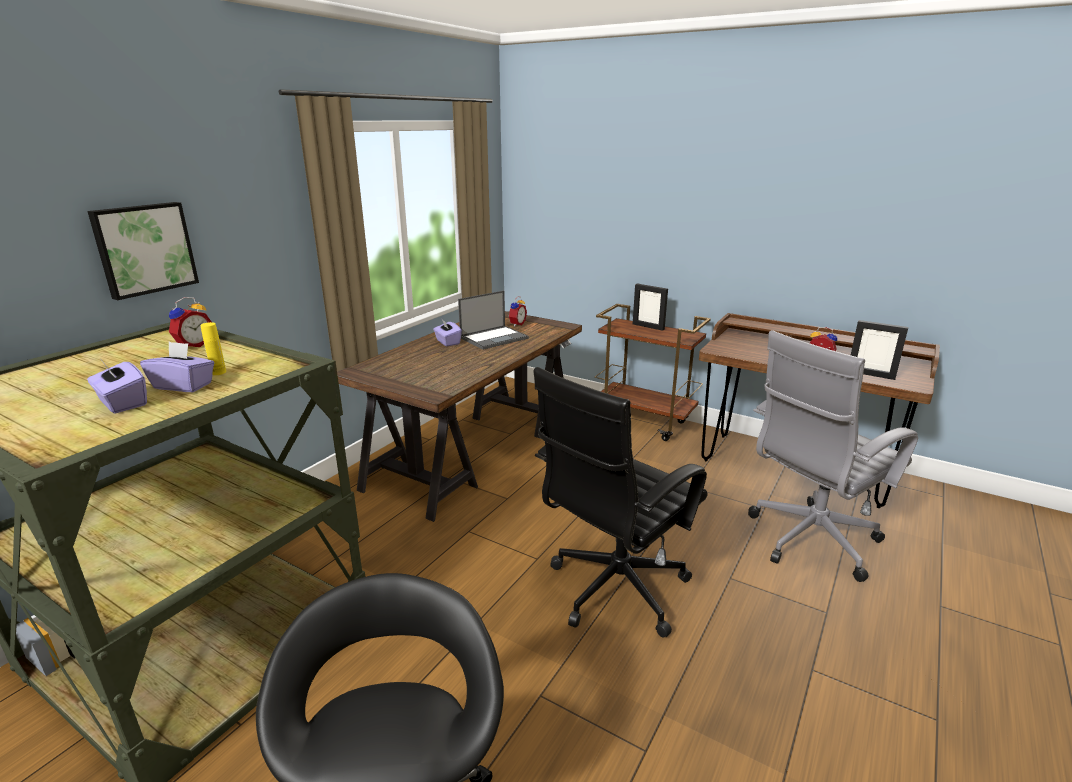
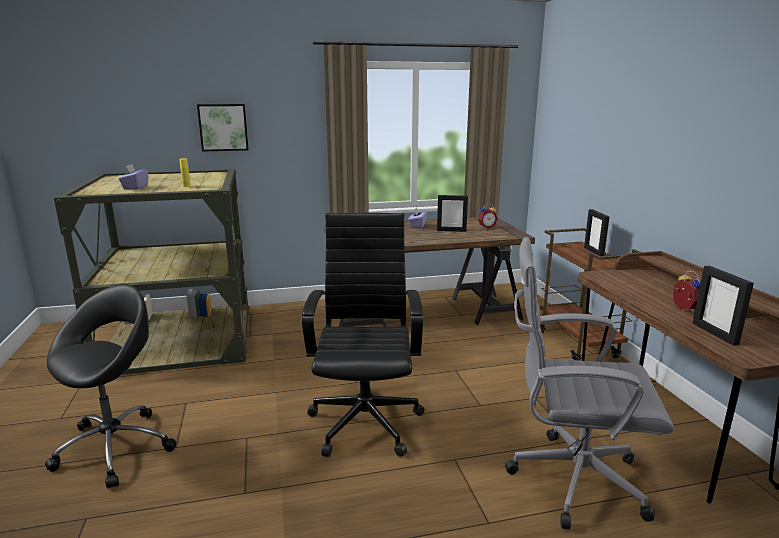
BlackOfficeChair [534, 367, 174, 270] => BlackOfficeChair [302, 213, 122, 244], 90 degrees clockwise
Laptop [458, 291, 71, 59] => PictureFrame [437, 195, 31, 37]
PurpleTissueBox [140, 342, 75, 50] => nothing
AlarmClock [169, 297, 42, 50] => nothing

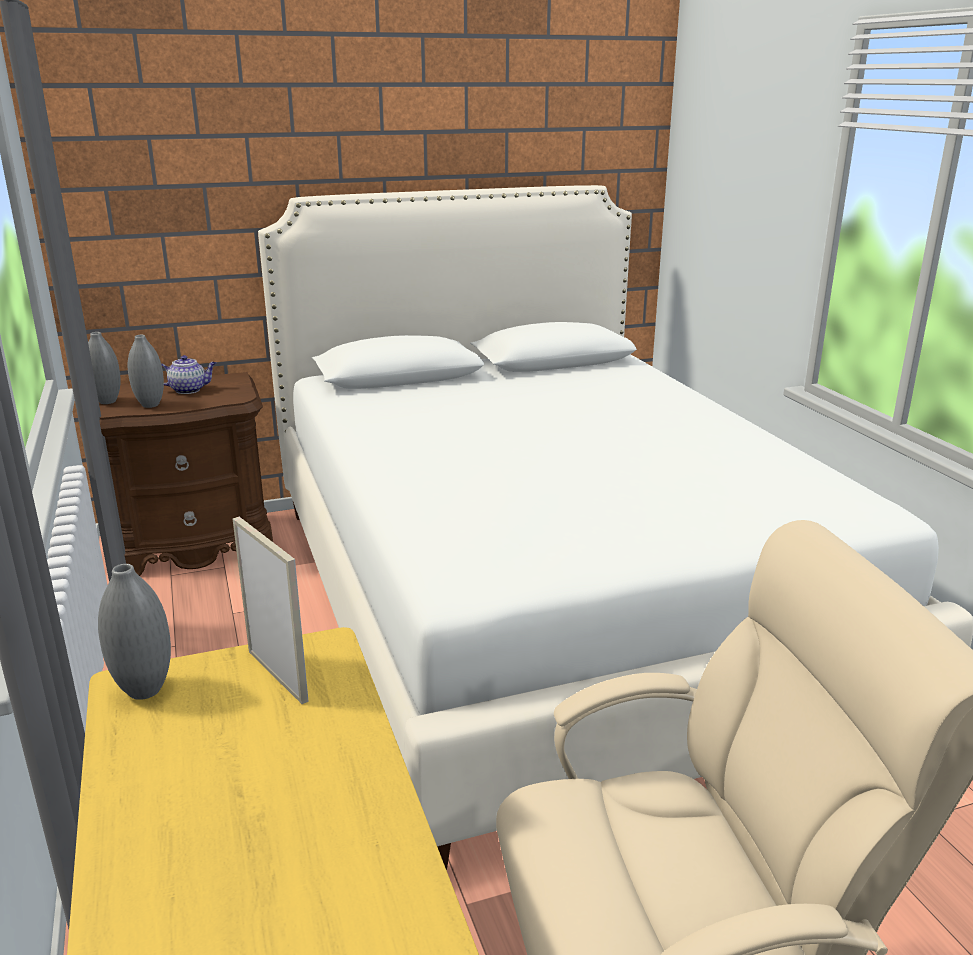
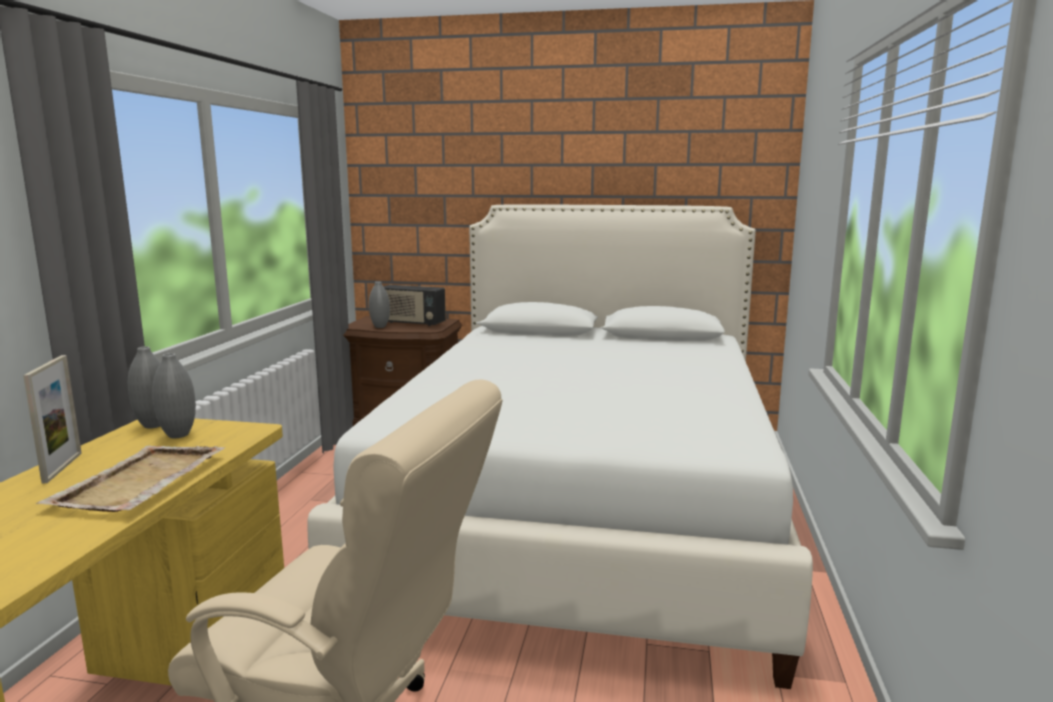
PictureFrame [233, 517, 76, 187] => PictureFrame [23, 355, 59, 129], move
nothing => BeigeTray [36, 446, 189, 66]
GreyVase [88, 332, 33, 72] => GreyVase [152, 353, 44, 85], move
Teapot [161, 355, 55, 39] => Radio [383, 285, 63, 41]

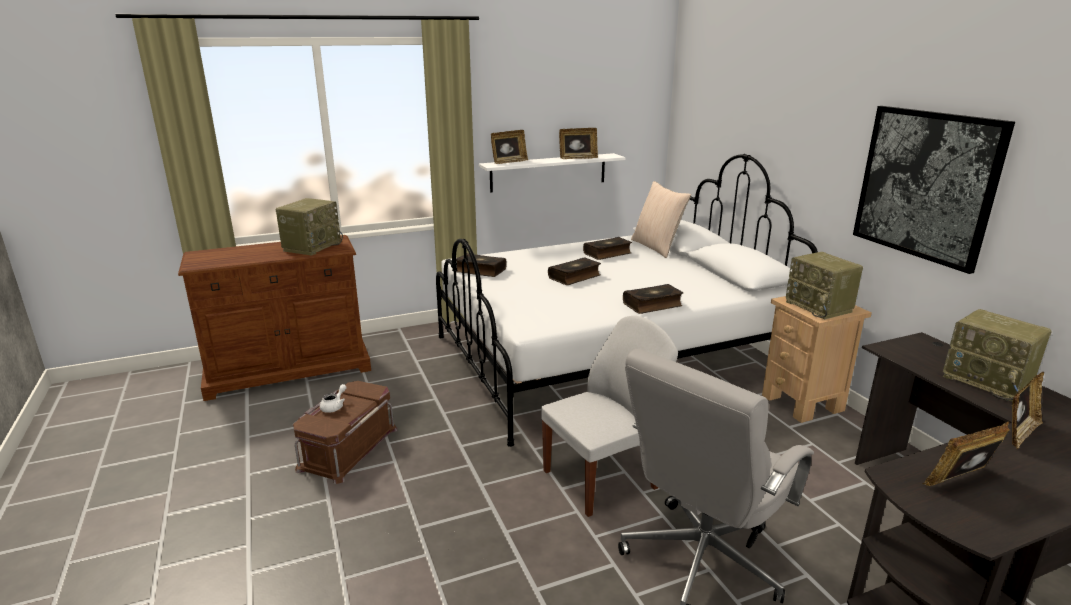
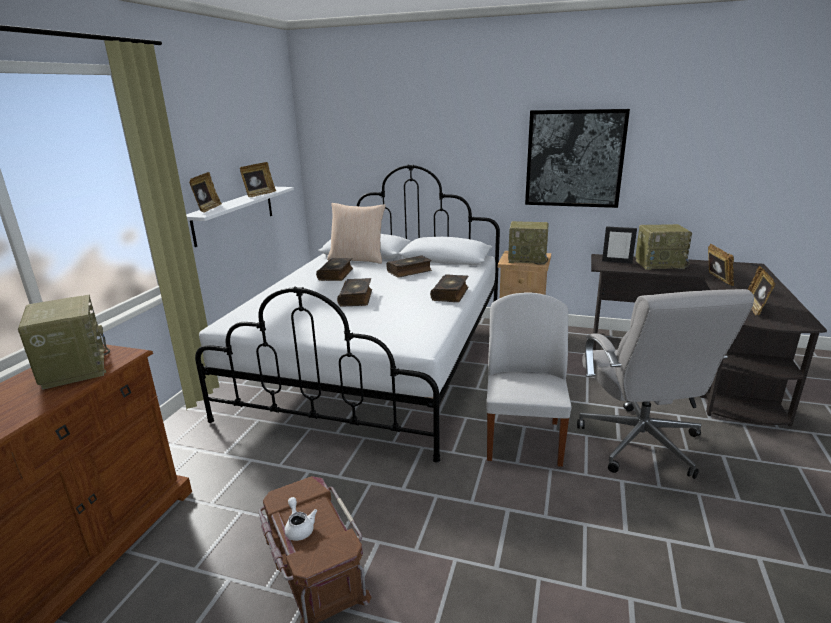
Book [456, 253, 51, 24] => Book [386, 255, 46, 23], move
nothing => PictureFrame [602, 226, 35, 37]

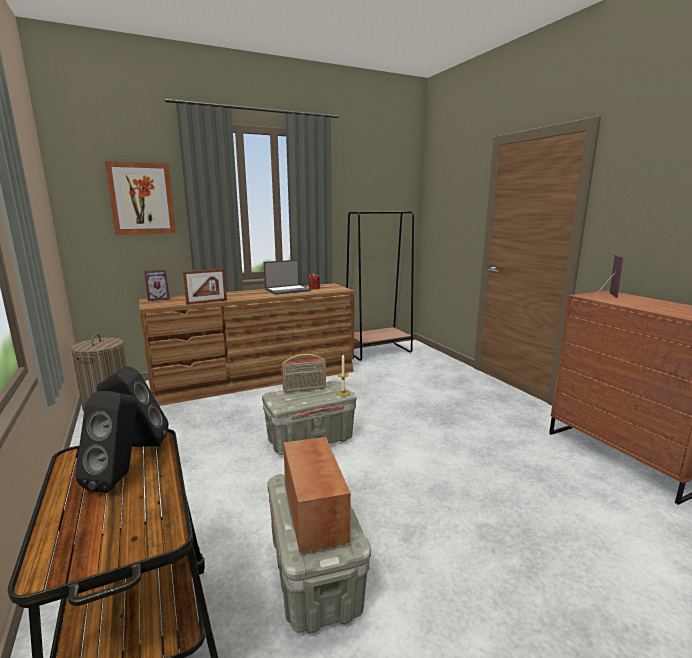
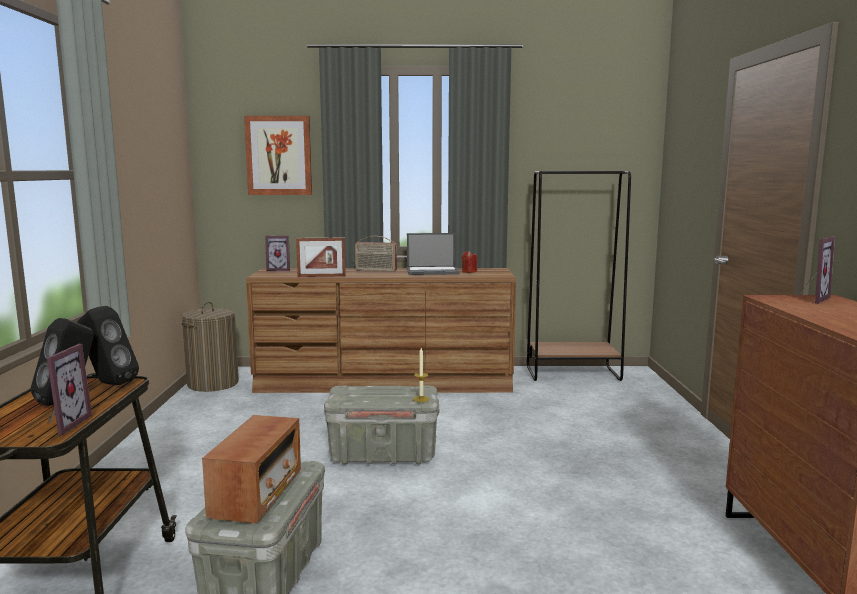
nothing => PictureFrame [47, 344, 45, 91]
Radio [281, 354, 45, 38] => Radio [355, 236, 42, 36], move

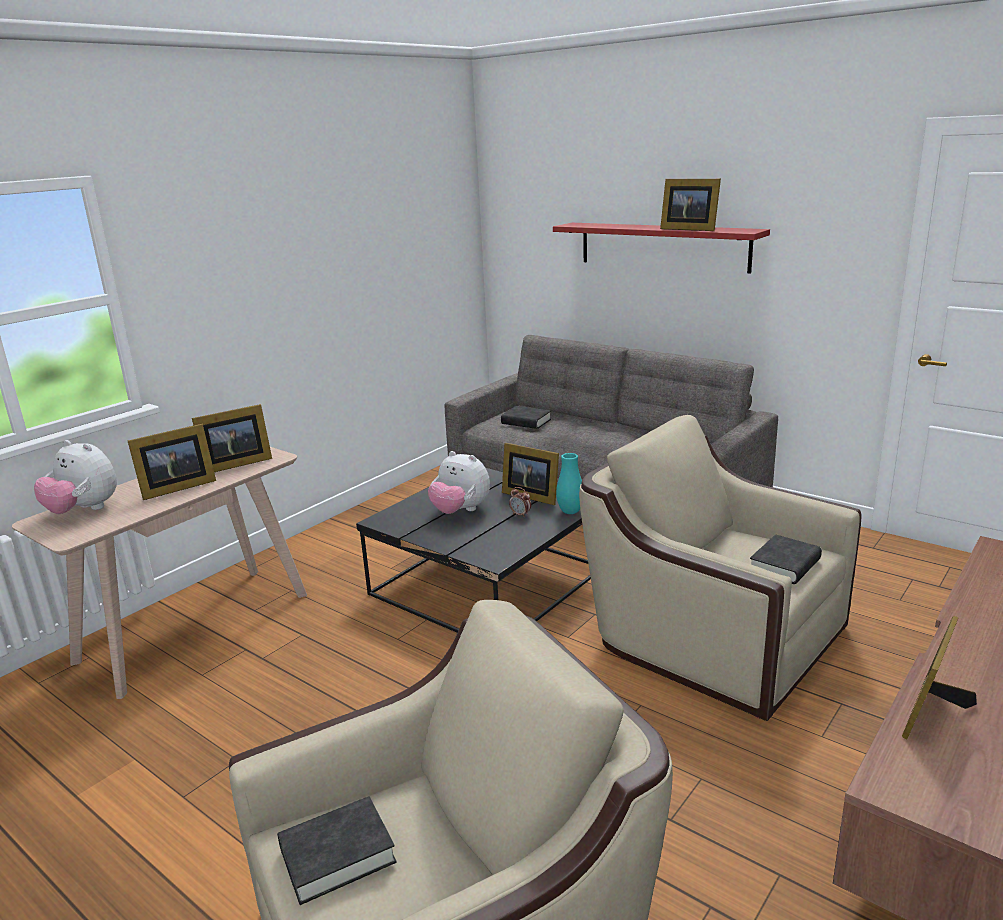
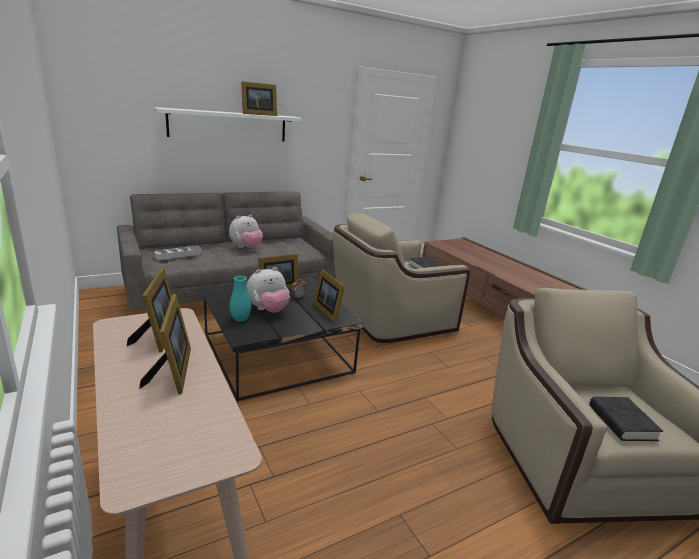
RedShelf [553, 223, 217, 50] => WhiteShelf [154, 107, 148, 34]
BlackBook [501, 406, 50, 23] => GreyTray [154, 246, 47, 14]
PlushToy [34, 440, 83, 74] => PlushToy [229, 214, 34, 34], move
TurquoiseVase [556, 453, 26, 61] => TurquoiseVase [229, 276, 22, 46], move
PictureFrame [902, 616, 75, 123] => PictureFrame [313, 270, 32, 53], move

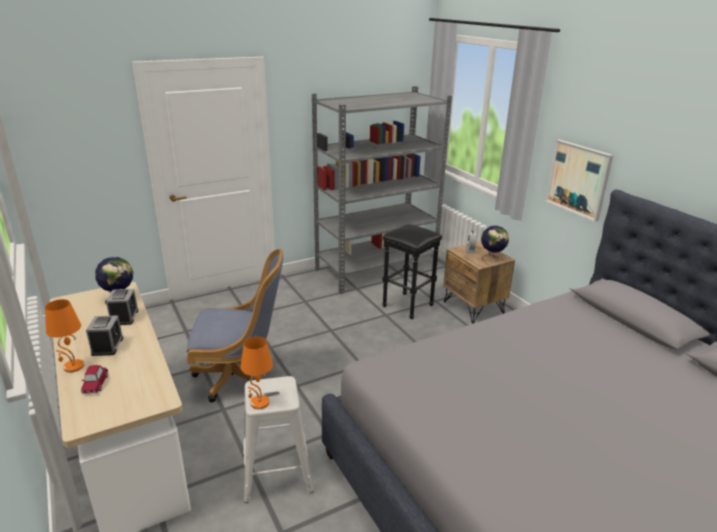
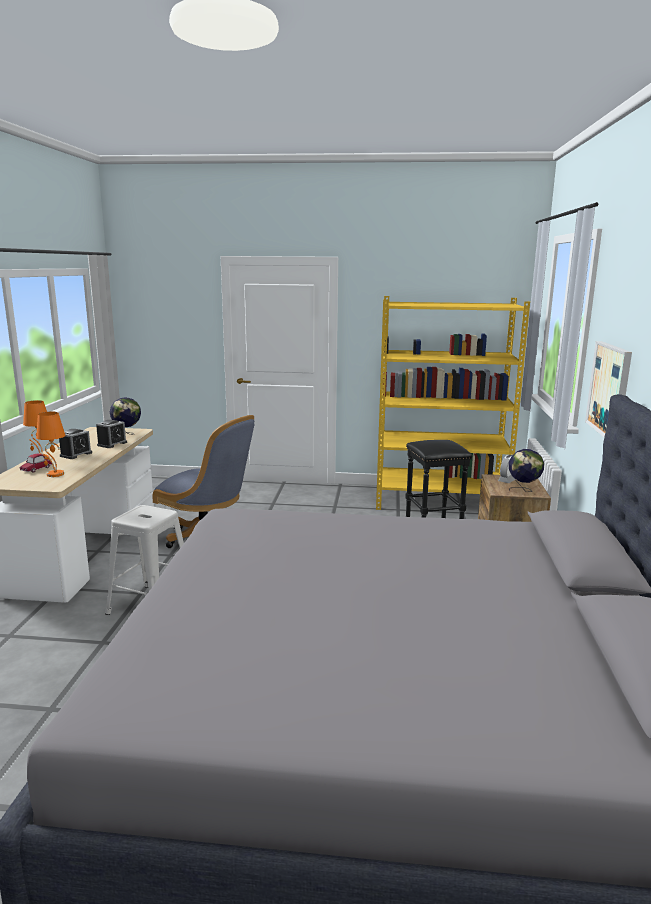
OrangeTableLamp [241, 336, 32, 73] => OrangeTableLamp [36, 412, 29, 65], move
GreyBookcase [312, 86, 140, 208] => YellowBookcase [376, 296, 154, 214]

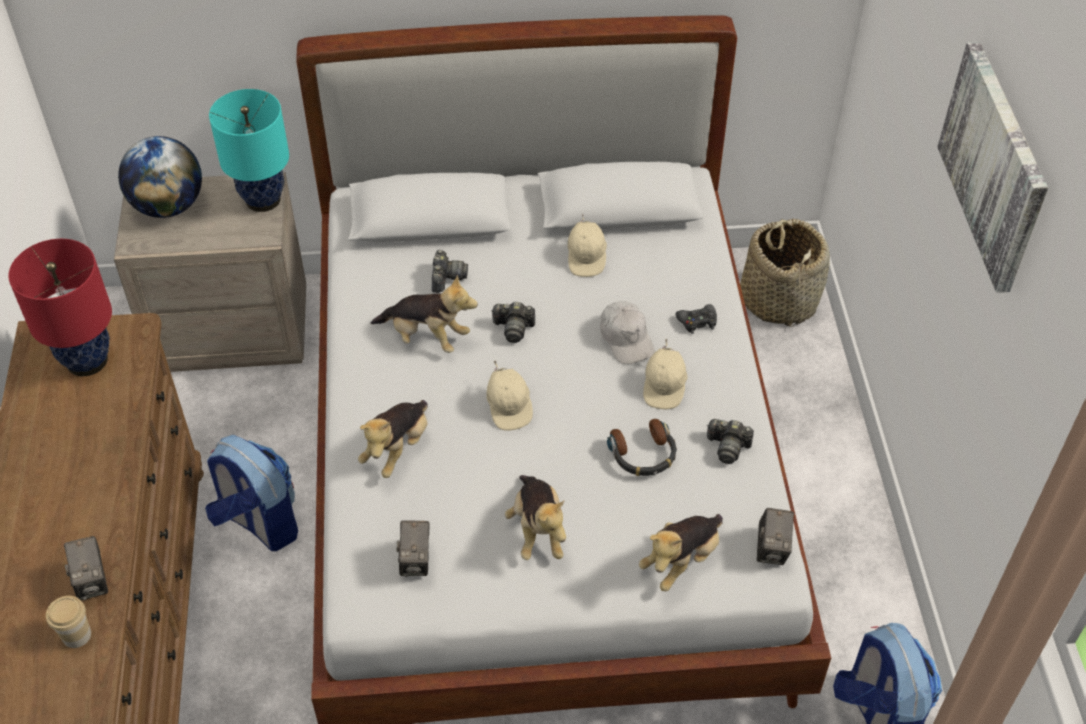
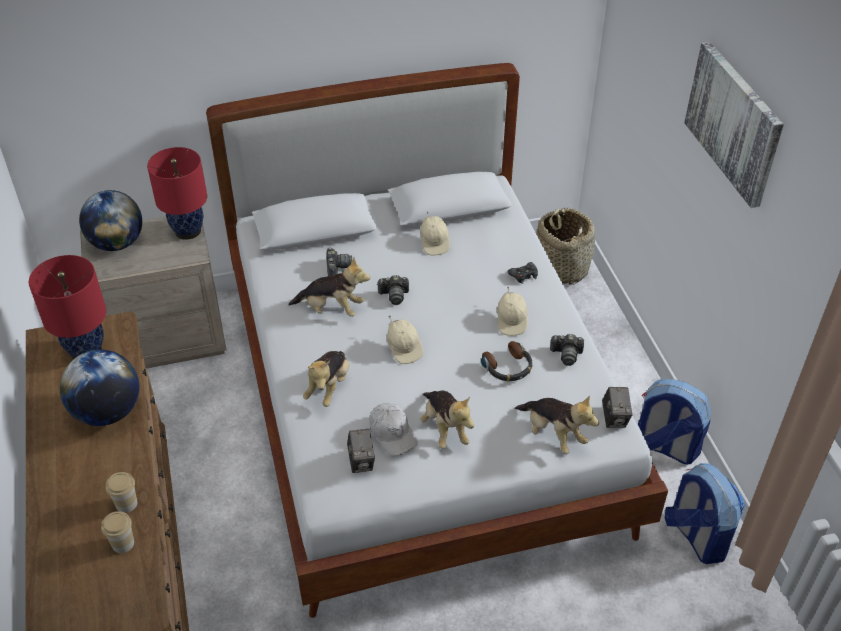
nothing => Globe [60, 349, 79, 77]
PhotoCamera [64, 536, 44, 64] => Cup [105, 472, 32, 41]
TurquoiseTableLamp [209, 89, 80, 123] => RedTableLamp [147, 147, 60, 93]
WhiteCap [600, 301, 55, 63] => WhiteCap [369, 403, 49, 53], move
PlushToy [639, 514, 84, 77] => PlushToy [515, 395, 84, 59], 75 degrees counterclockwise
Backpack [205, 435, 93, 116] => Backpack [638, 379, 73, 85], move

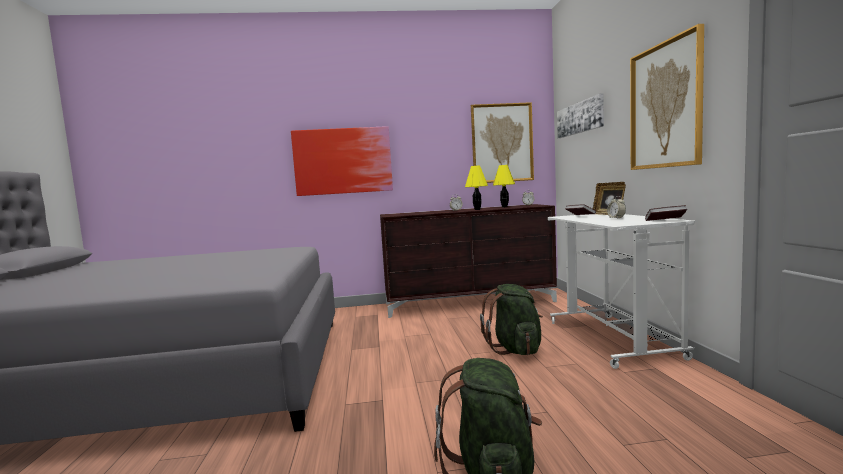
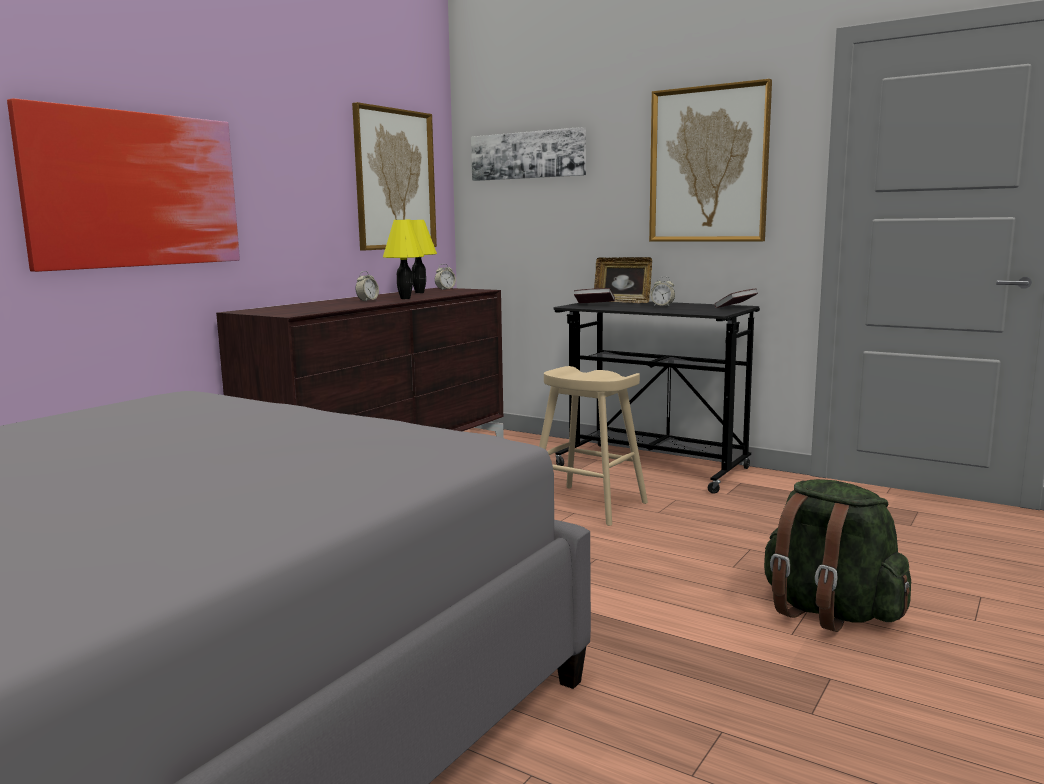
GreenBackpack [480, 284, 63, 71] => BeigeStool [539, 366, 109, 160]
WhiteDesk [548, 214, 147, 155] => BlackDesk [554, 301, 206, 193]

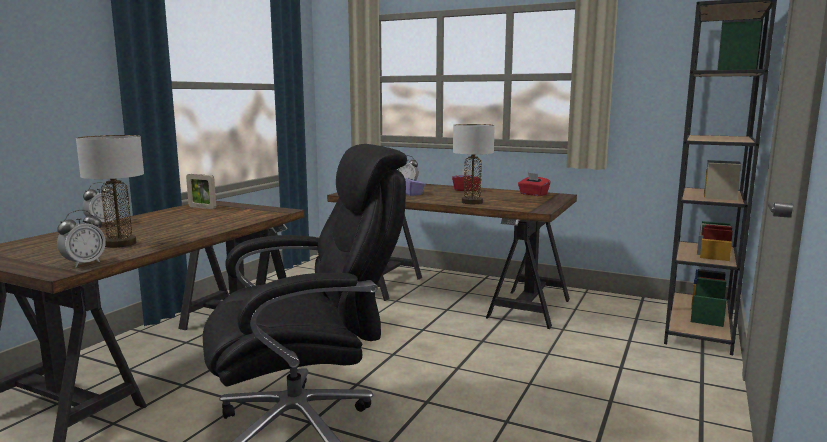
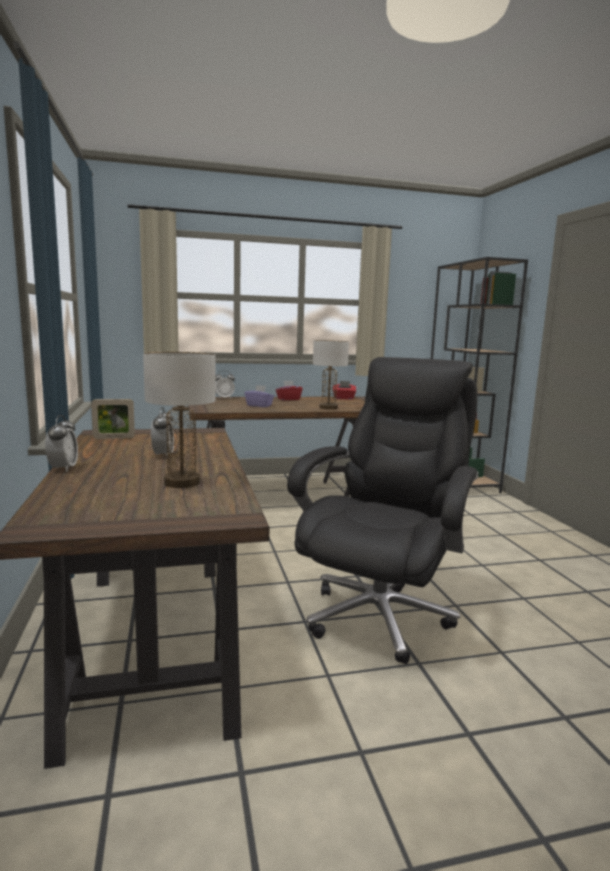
AlarmClock [57, 210, 49, 57] => AlarmClock [151, 407, 23, 48], move

